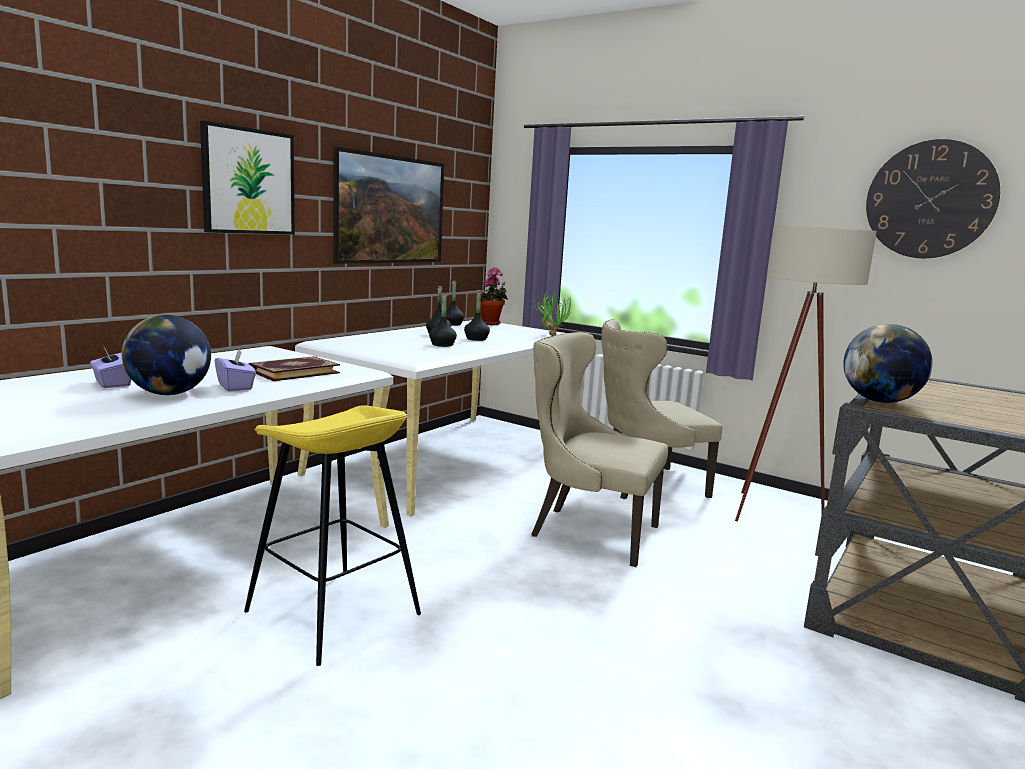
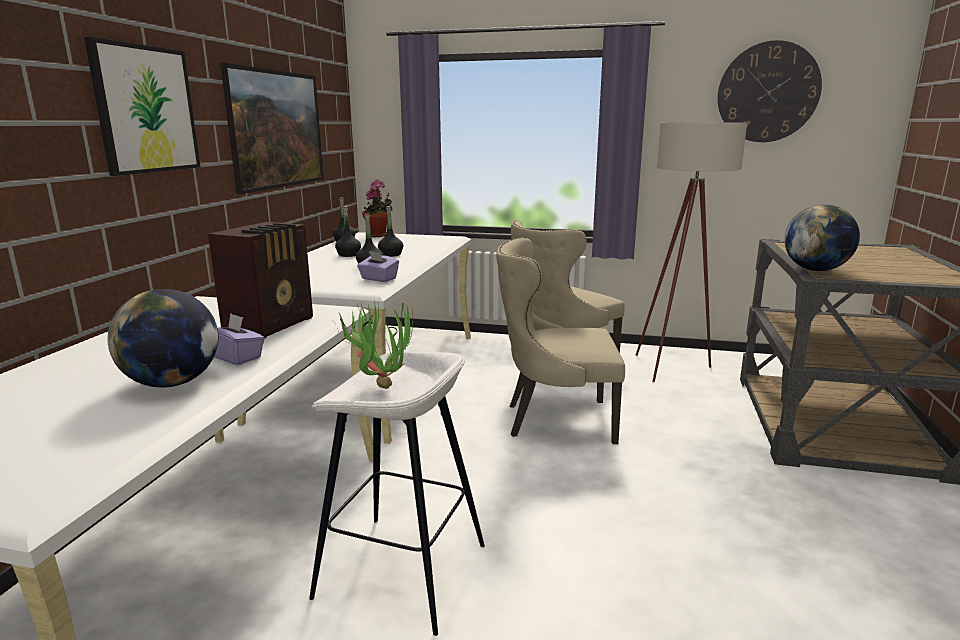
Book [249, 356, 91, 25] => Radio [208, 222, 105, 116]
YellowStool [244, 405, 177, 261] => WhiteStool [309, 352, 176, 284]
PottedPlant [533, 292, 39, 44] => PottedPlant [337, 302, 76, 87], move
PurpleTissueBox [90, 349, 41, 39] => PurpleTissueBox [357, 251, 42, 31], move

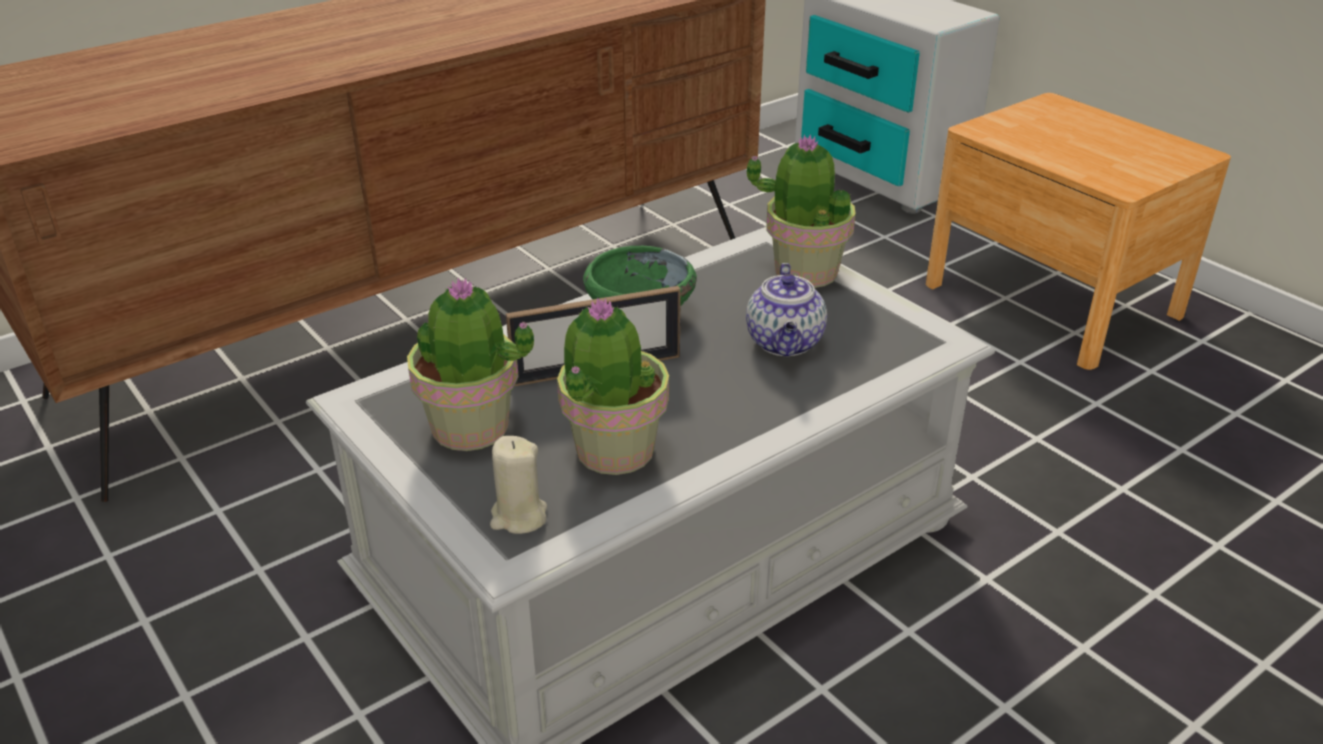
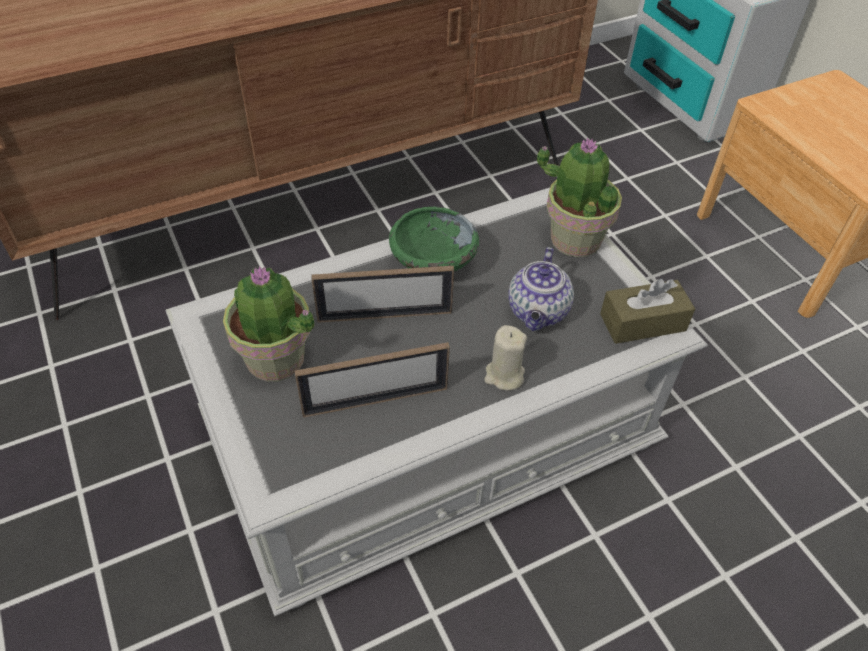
PottedPlant [557, 297, 112, 178] => PictureFrame [294, 342, 156, 76]
BeigeCandle [490, 436, 57, 98] => BeigeCandle [484, 325, 43, 65], move
nothing => BrownTissueBox [600, 279, 95, 65]

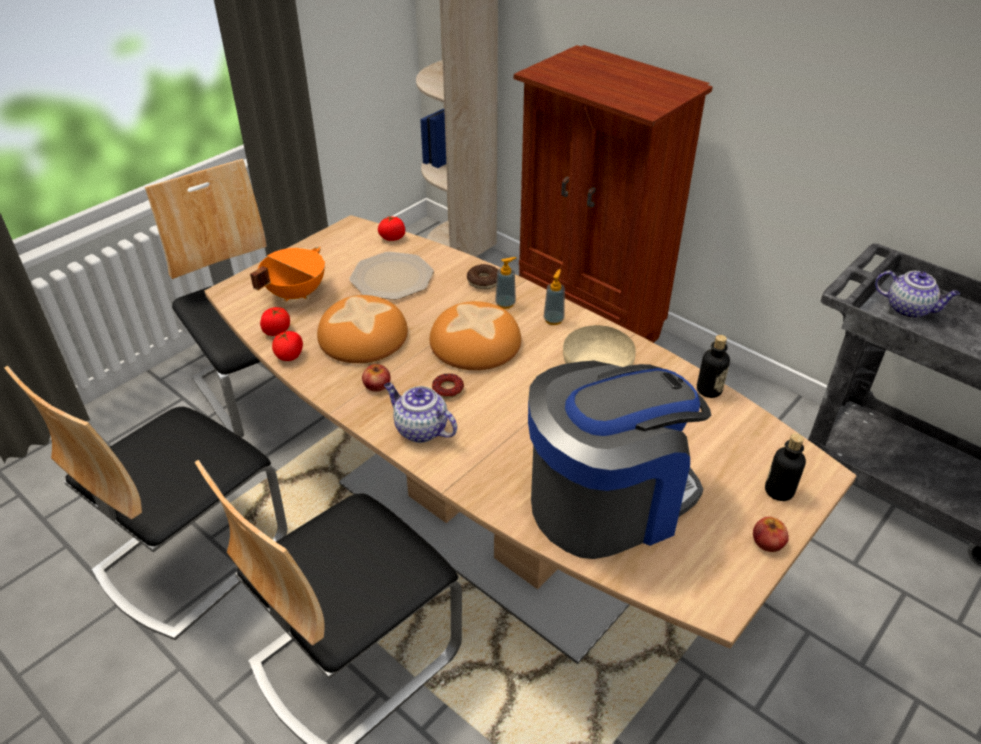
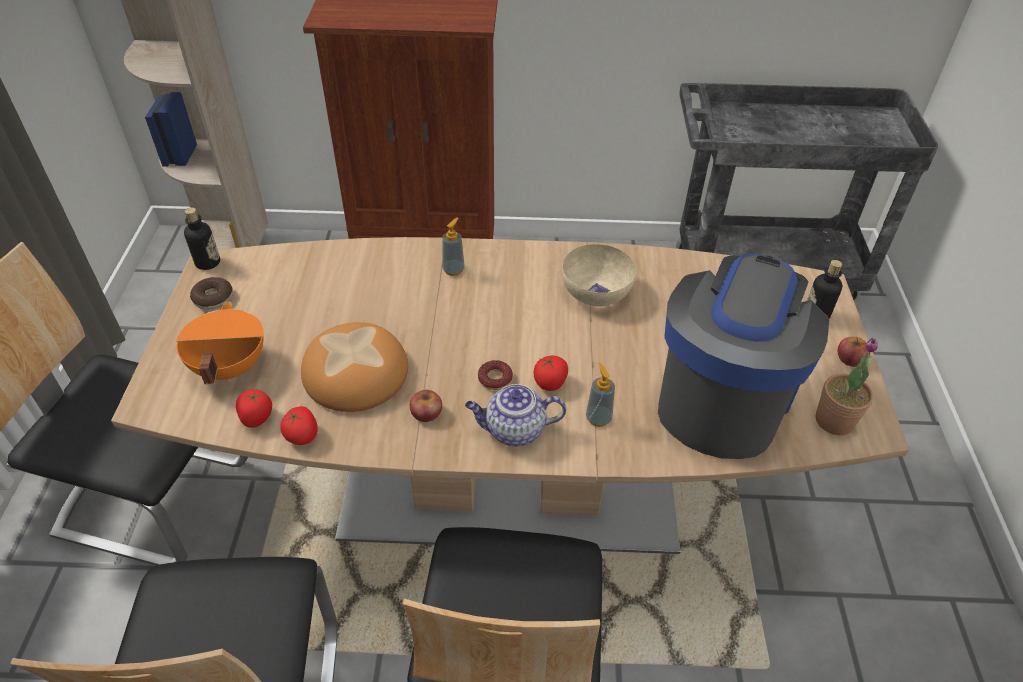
Bottle [697, 335, 33, 63] => Bottle [184, 207, 36, 63], move
Donut [467, 264, 31, 25] => Donut [190, 277, 43, 33], move
Tomato [378, 215, 27, 26] => Tomato [534, 355, 34, 36], move
SoapDispenser [544, 269, 21, 56] => SoapDispenser [586, 363, 29, 64], move
nothing => PottedPlant [815, 338, 63, 97]
Plate [349, 252, 85, 48] => nothing
Bread [430, 301, 91, 69] => nothing
Teapot [875, 270, 85, 48] => nothing

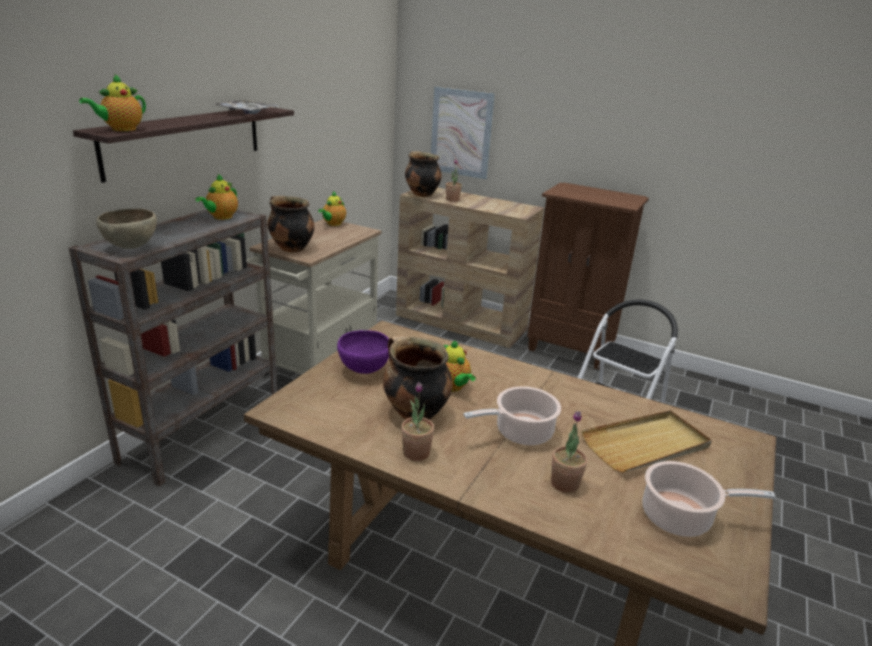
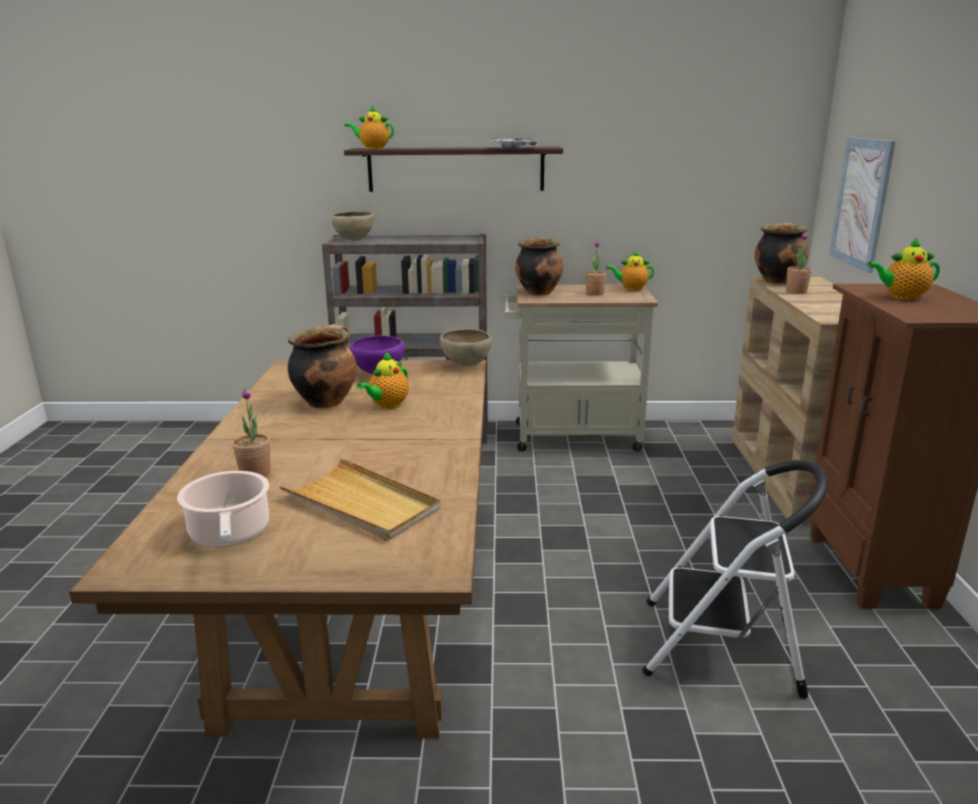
nothing => BrownBowl [440, 329, 52, 38]
PottedPlant [401, 382, 33, 79] => PottedPlant [585, 241, 21, 55], move
Teapot [196, 174, 42, 46] => Teapot [867, 238, 73, 62], move
CookingPot [463, 386, 98, 59] => nothing

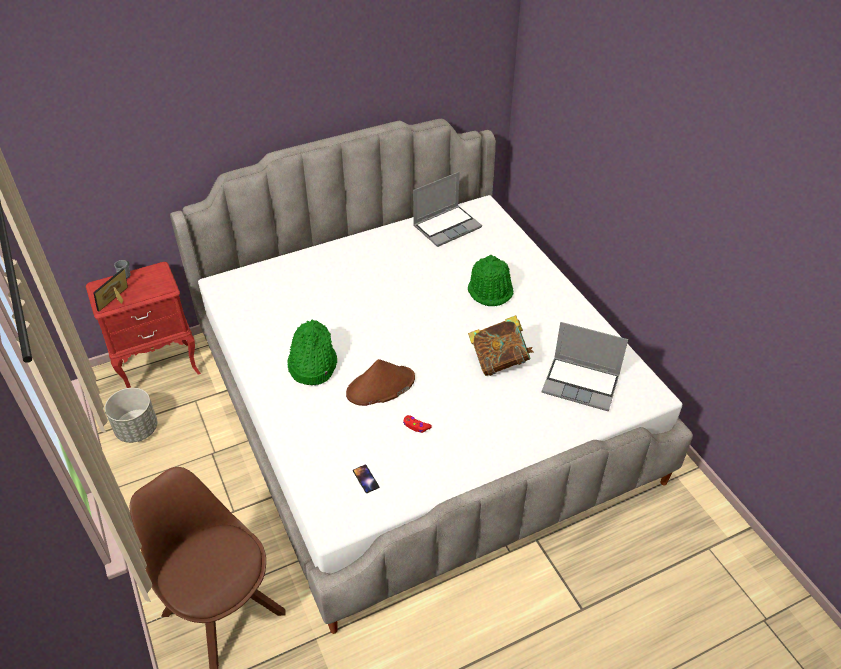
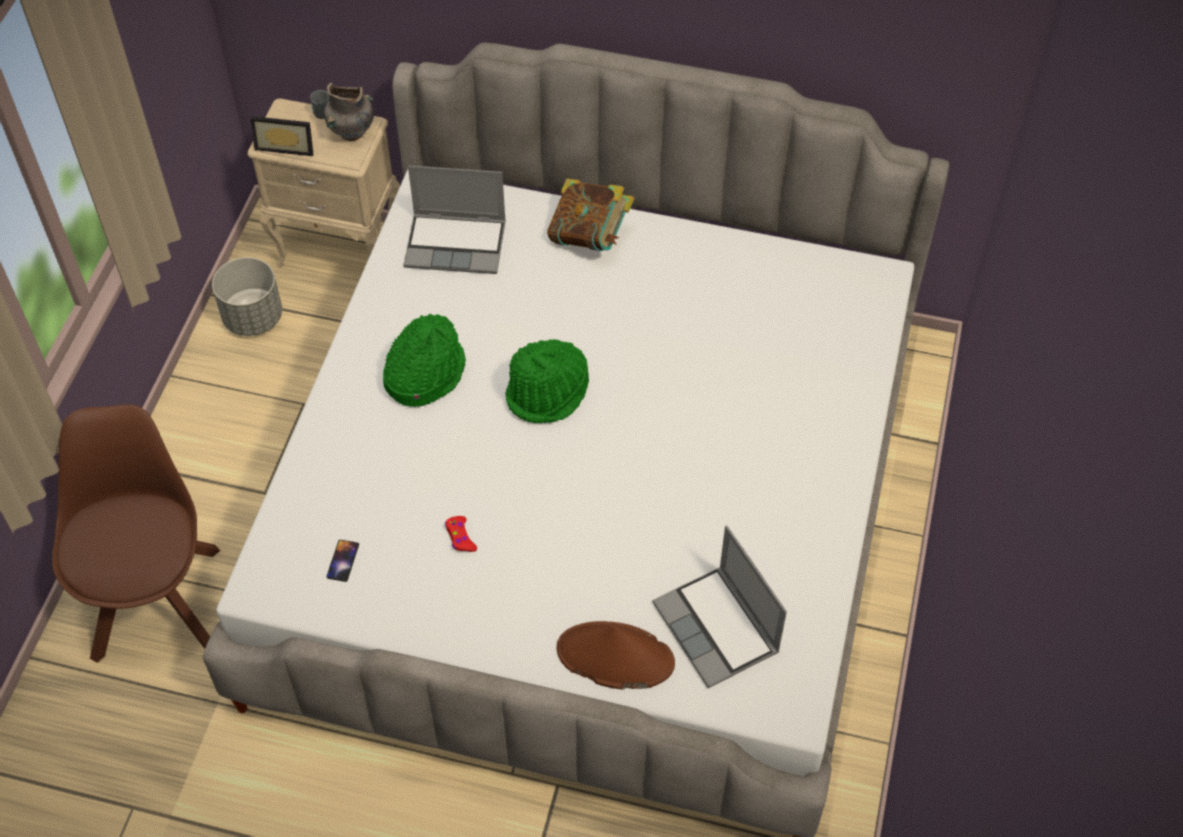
RedNightstand [86, 262, 115, 126] => BeigeNightstand [248, 98, 152, 170]
PictureFrame [93, 268, 35, 44] => PictureFrame [250, 116, 64, 40], 150 degrees counterclockwise
nothing => GreyVase [324, 83, 50, 58]
Laptop [413, 172, 69, 75] => Laptop [404, 165, 102, 109], move
GreenHat [468, 255, 45, 51] => GreenHat [505, 339, 84, 84], move
Book [468, 315, 66, 61] => Book [547, 178, 87, 73], move
BrownHat [346, 359, 69, 47] => BrownHat [557, 621, 118, 68], move

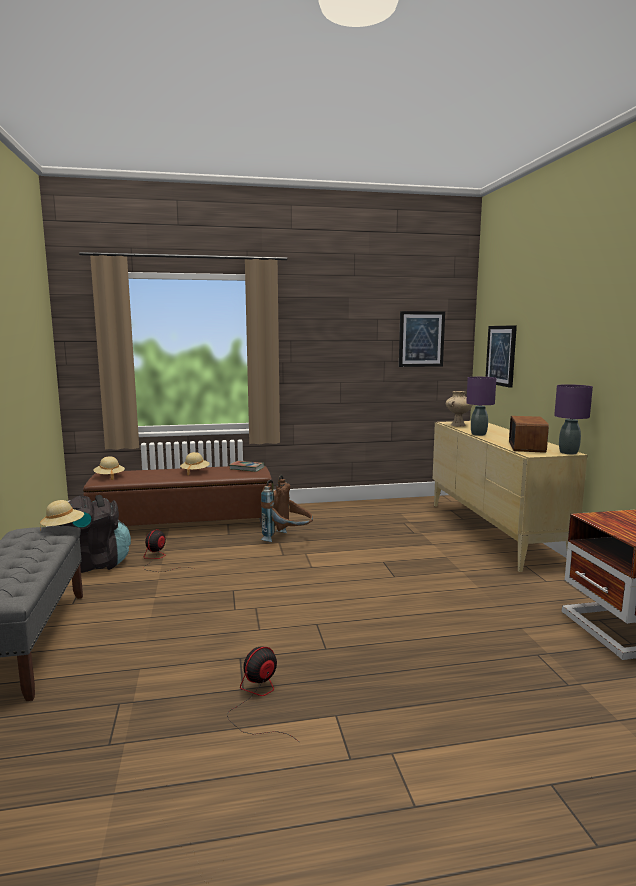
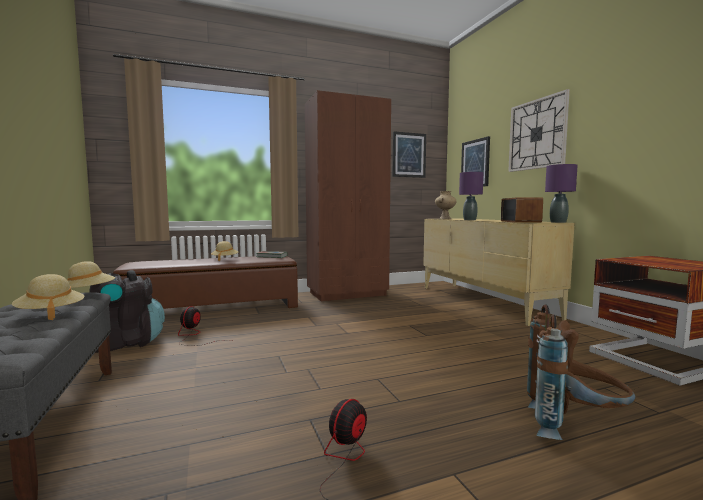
BeigeHat [93, 456, 32, 24] => BeigeHat [12, 274, 72, 46], move
nothing => BrownWardrobe [305, 90, 86, 212]
nothing => WallClock [508, 89, 62, 83]
BrownBackpack [261, 475, 52, 67] => BrownBackpack [527, 304, 108, 136], move

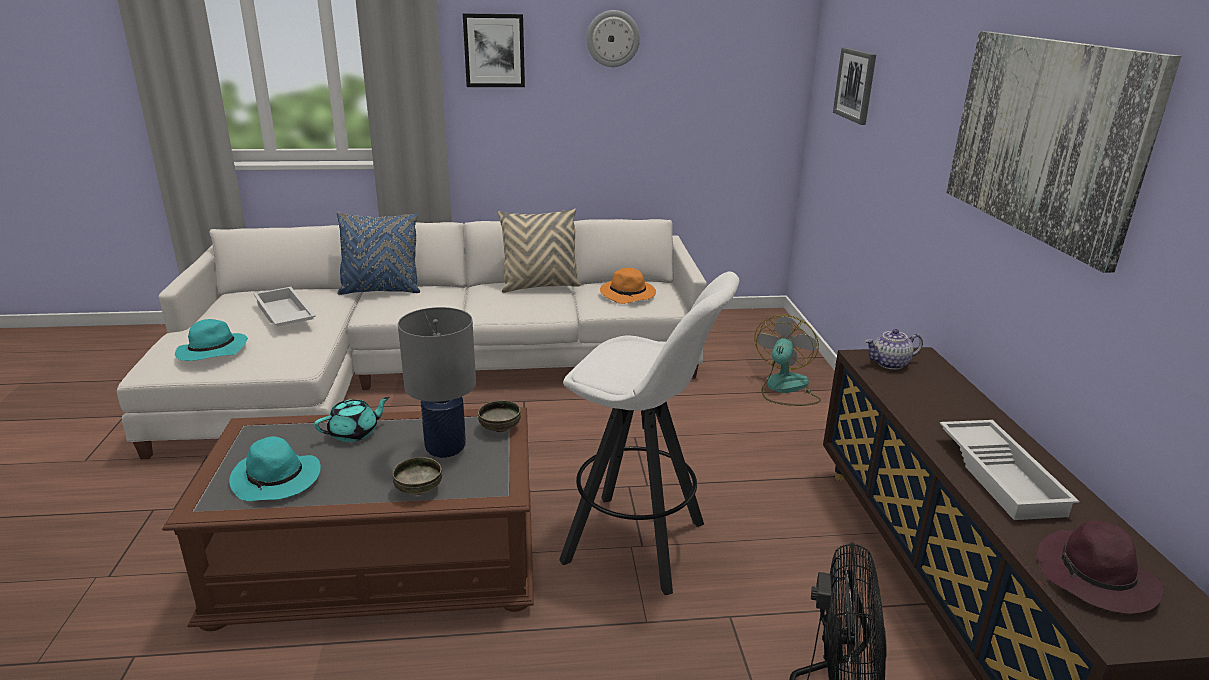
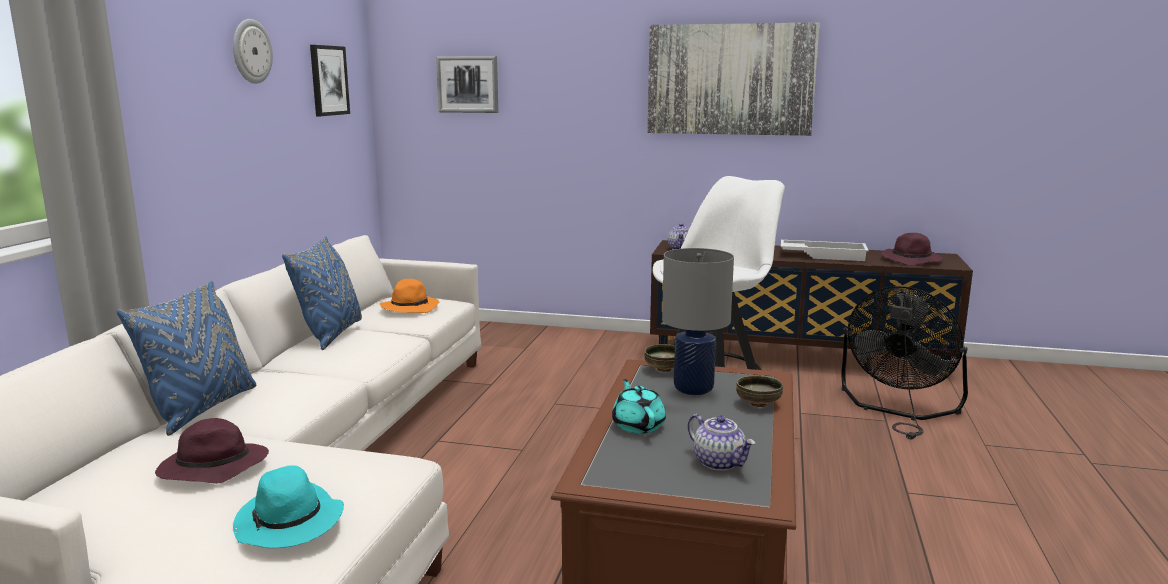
WhiteTray [253, 287, 63, 40] => PurpleHat [155, 418, 114, 66]
BeigePillow [498, 209, 83, 84] => BluePillow [282, 237, 80, 113]
Picture [463, 13, 62, 74] => Picture [310, 45, 40, 71], move
TurquoiseHat [229, 436, 92, 65] => Teapot [688, 414, 67, 57]
Fan [754, 315, 67, 91] => nothing

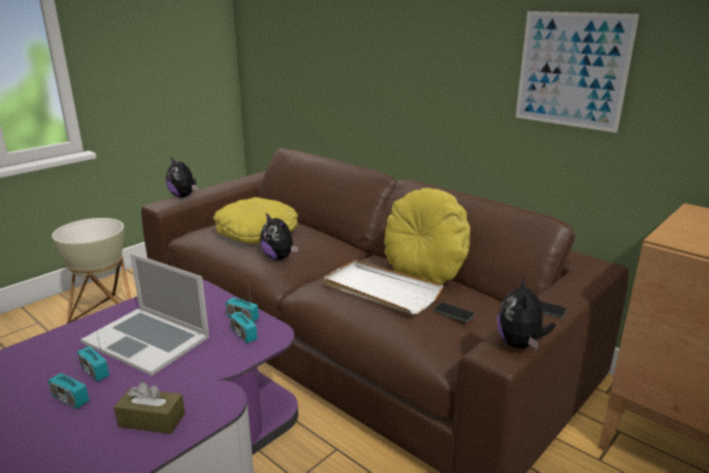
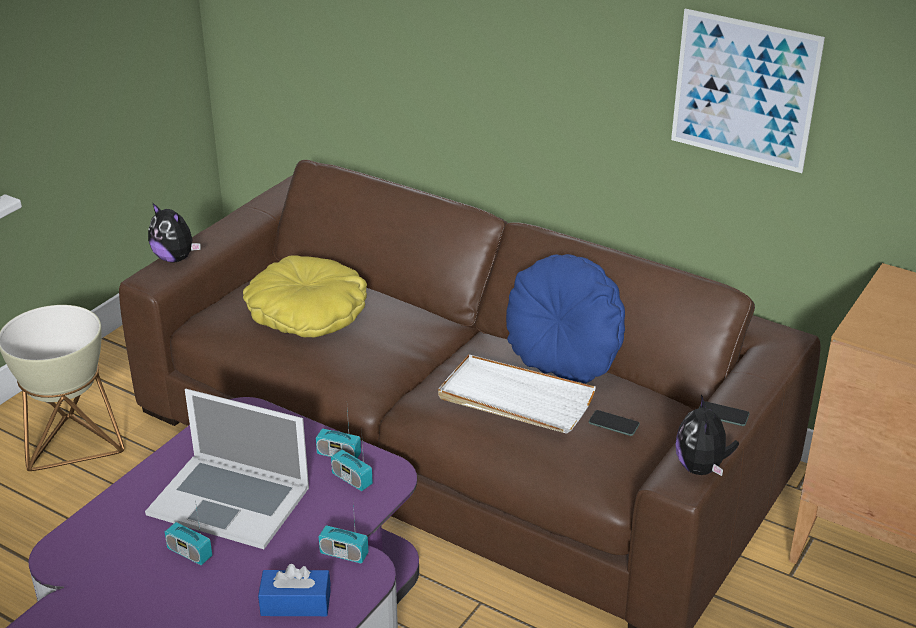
BrownTissueBox [114, 382, 71, 52] => BlueTissueBox [258, 564, 73, 52]
Radio [48, 354, 41, 55] => Radio [319, 503, 49, 60], move
YellowPillow [384, 188, 86, 97] => BluePillow [506, 254, 119, 130]
PlushToy [260, 213, 38, 47] => nothing

